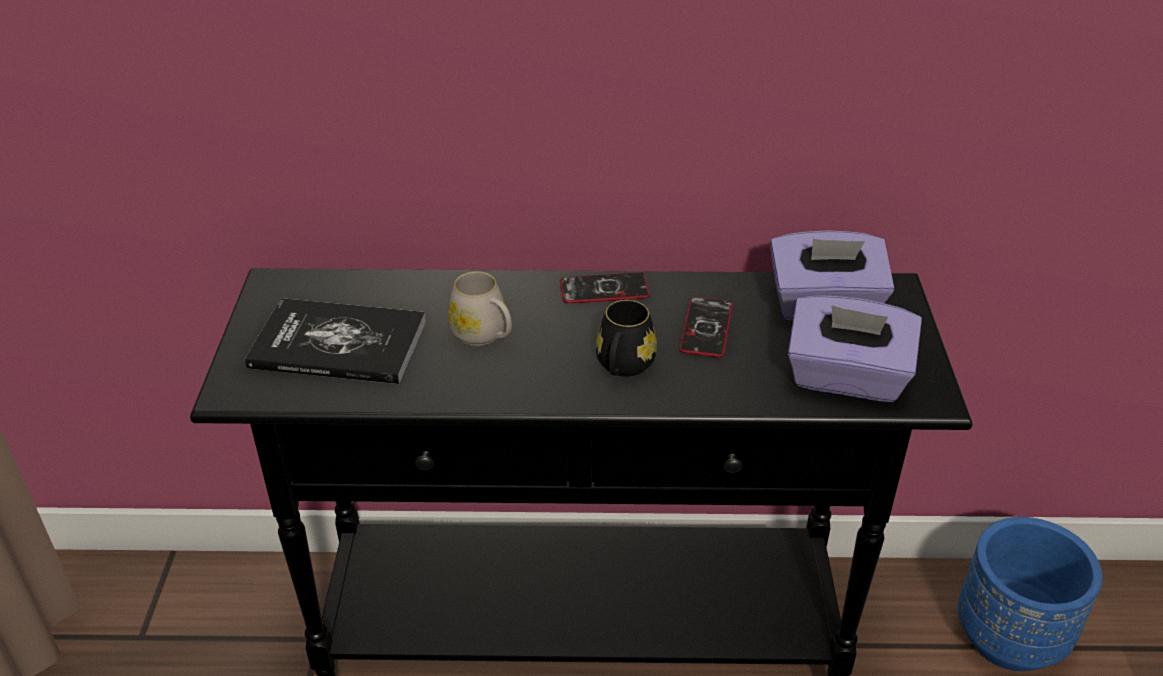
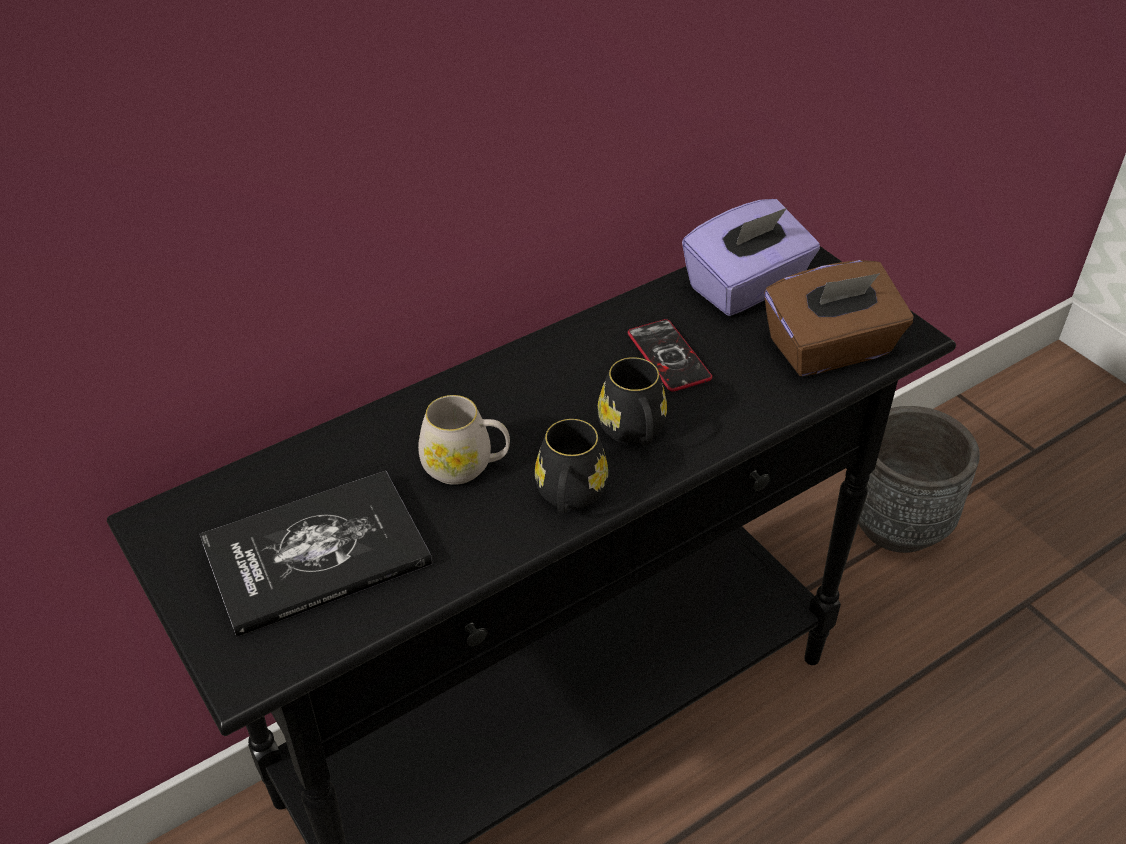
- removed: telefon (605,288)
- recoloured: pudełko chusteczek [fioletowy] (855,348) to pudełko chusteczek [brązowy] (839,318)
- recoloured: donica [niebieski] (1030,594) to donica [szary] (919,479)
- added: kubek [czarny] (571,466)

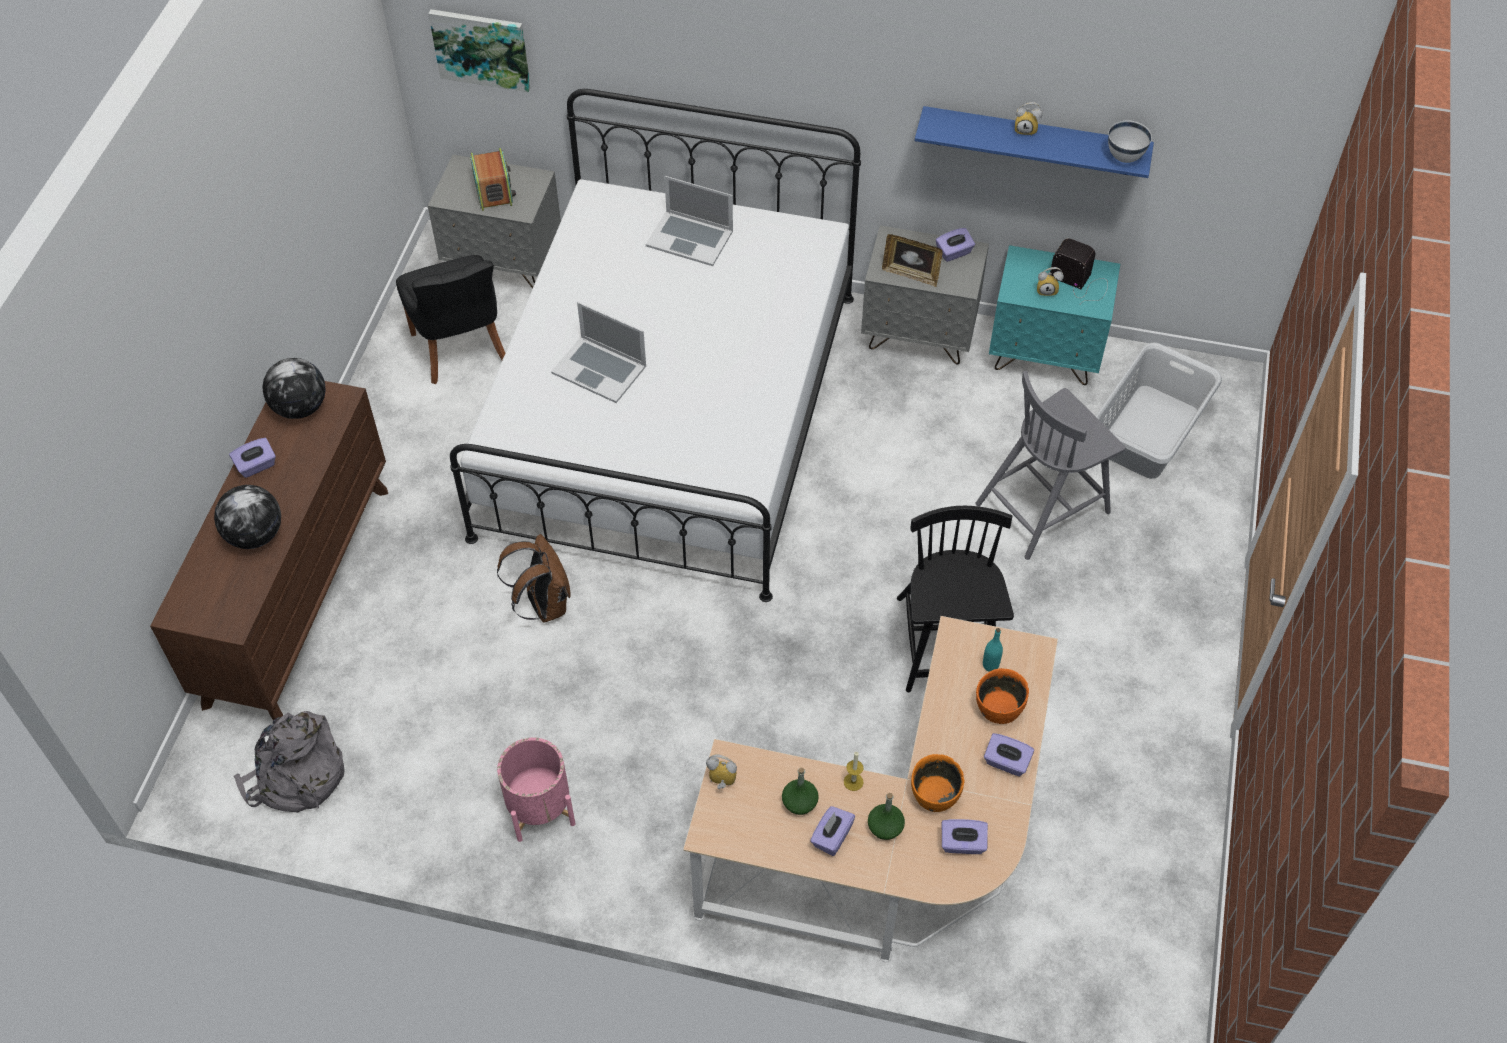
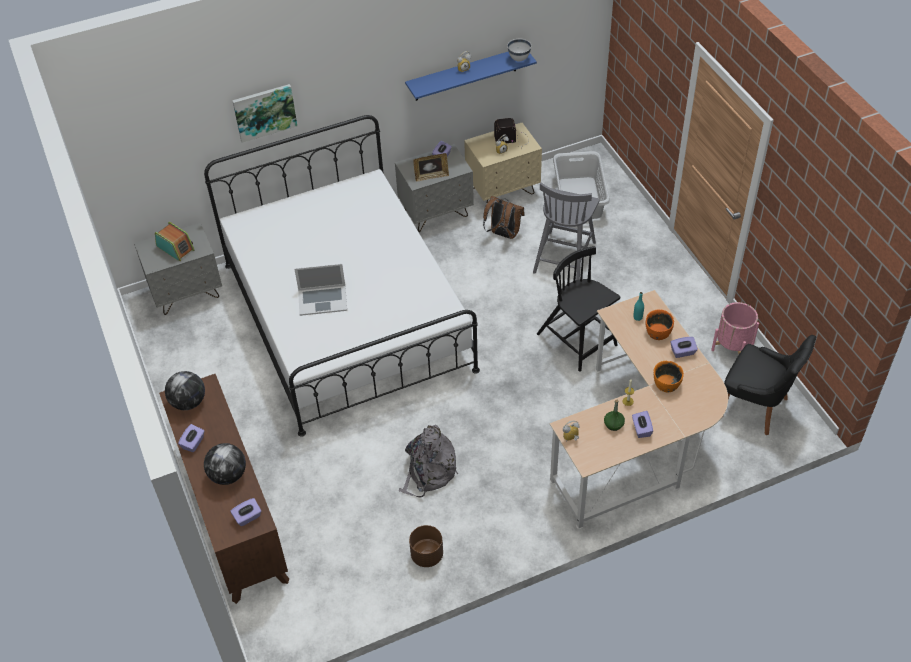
- moved: plecak [szary] (289,762) to (428,461)
- moved: krzesło [czarny] (450,319) to (769,385)
- moved: obraz (479,51) to (264,113)
- moved: plecak [brązowy] (533,578) to (504,217)
- moved: donica [różowy] (536,790) to (735,328)
- removed: laptop (689,221)
- removed: butelka [zielony] (886,816)
- moved: pudełko chusteczek [fioletowy] (965,836) to (246,512)
- recoloured: szafka nocna [turkusowy] (1054,315) to szafka nocna [beżowy] (503,163)
- added: donica [brązowy] (426,546)

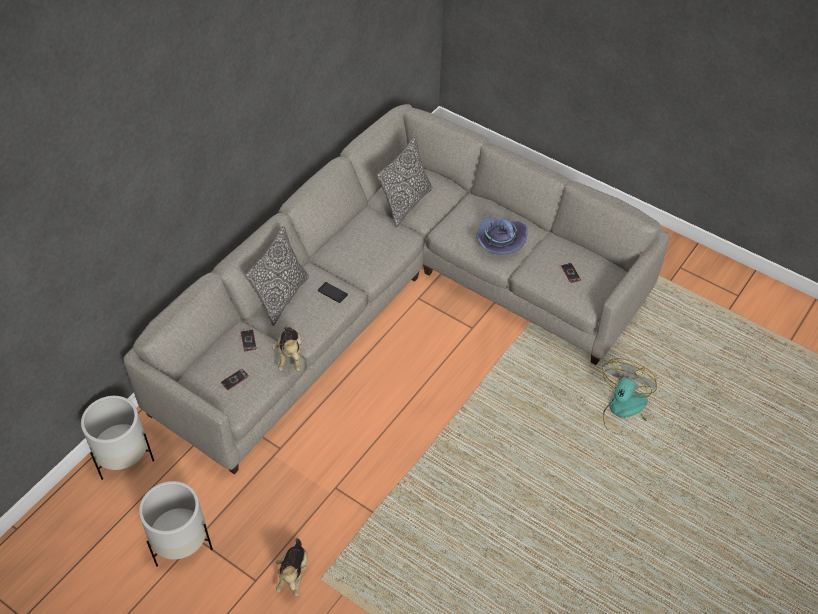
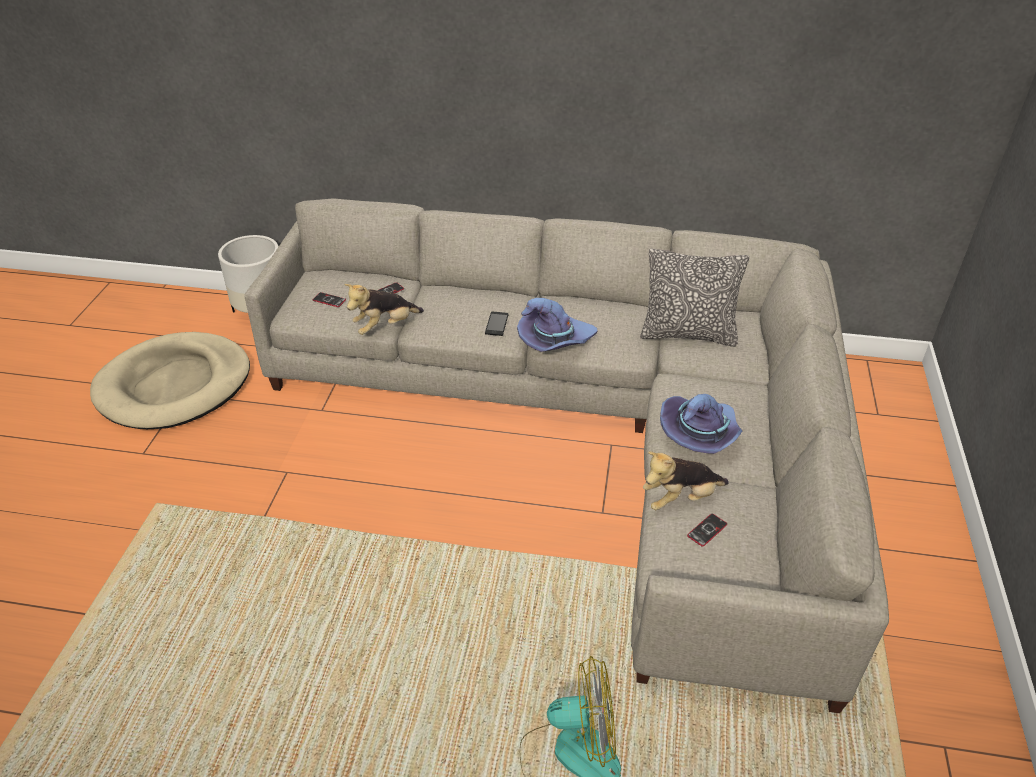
- replaced: donica [biały] (176,524) to legowisko [beżowy] (170,380)
- removed: poduszka (277,276)
- moved: pluszak (292,567) to (686,480)
- added: kapelusz [fioletowy] (557,325)

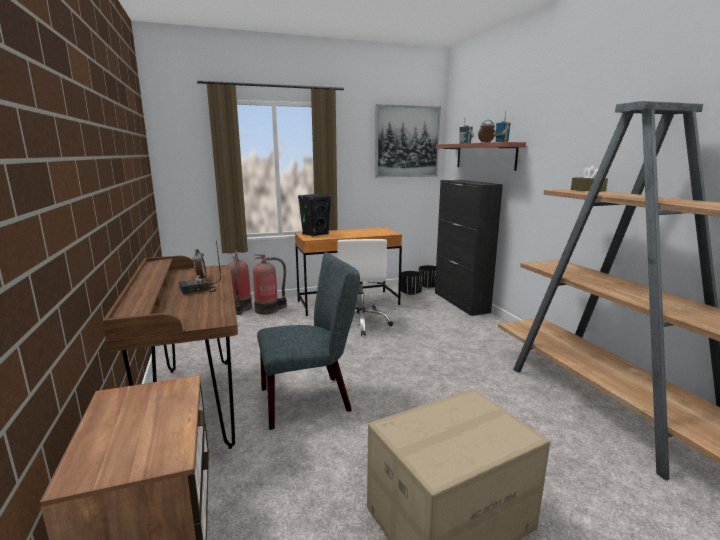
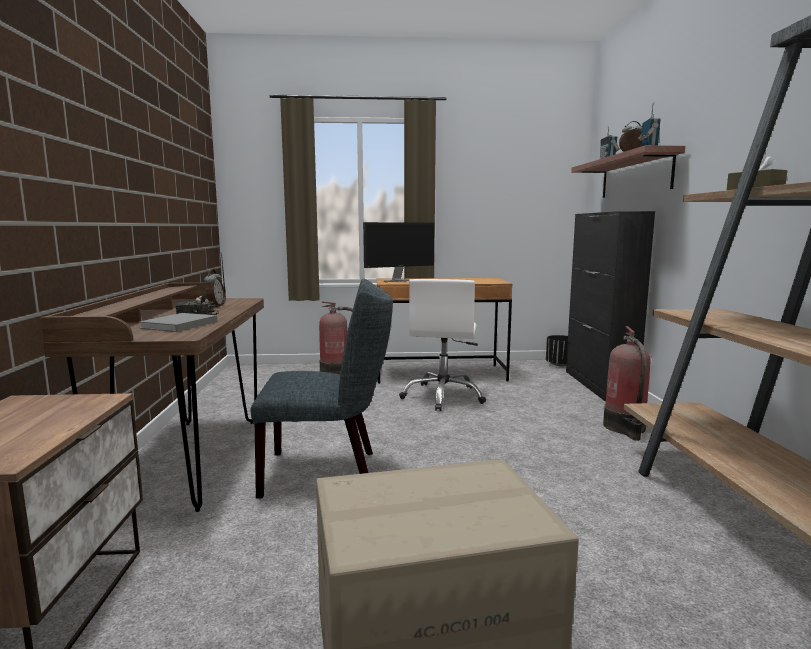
- moved: gaśnica (240,282) to (626,383)
- replaced: głośnik [czarny] (314,215) to monitor (399,252)
- removed: obraz (408,141)
- removed: donica [czarny] (412,283)
- added: książka [szary] (178,322)

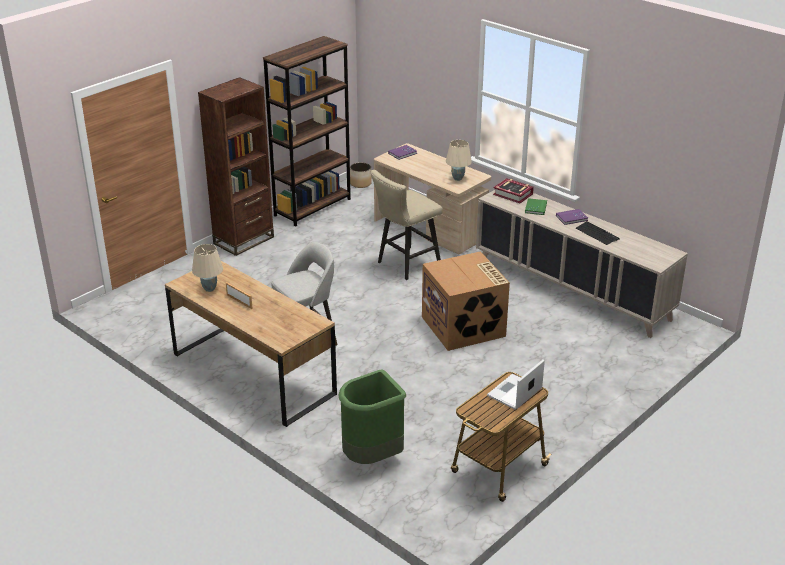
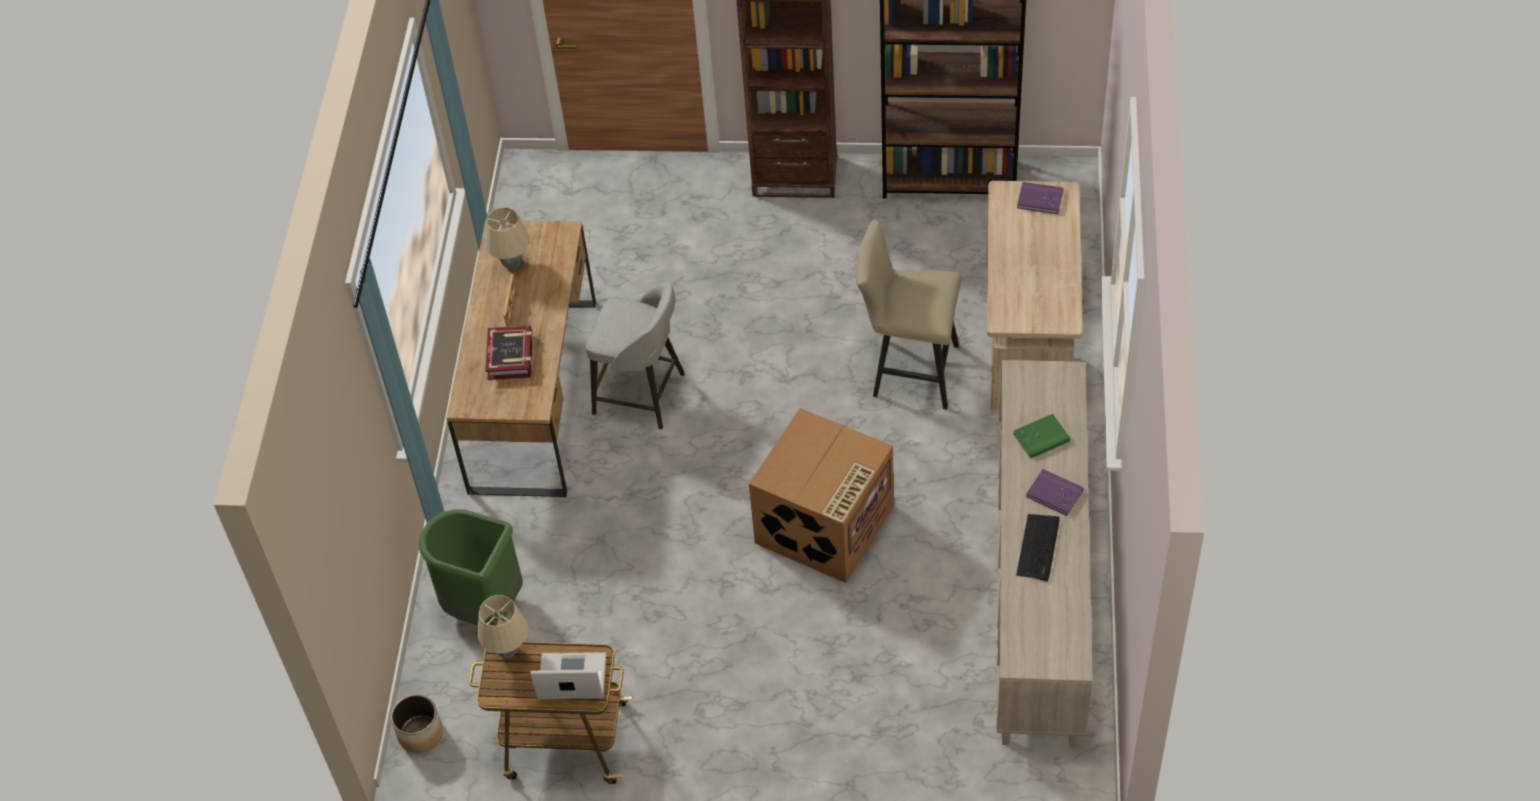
- moved: donica (361,175) to (417,724)
- moved: lampa stołowa [beżowy] (459,160) to (502,626)
- moved: książka (513,190) to (510,352)

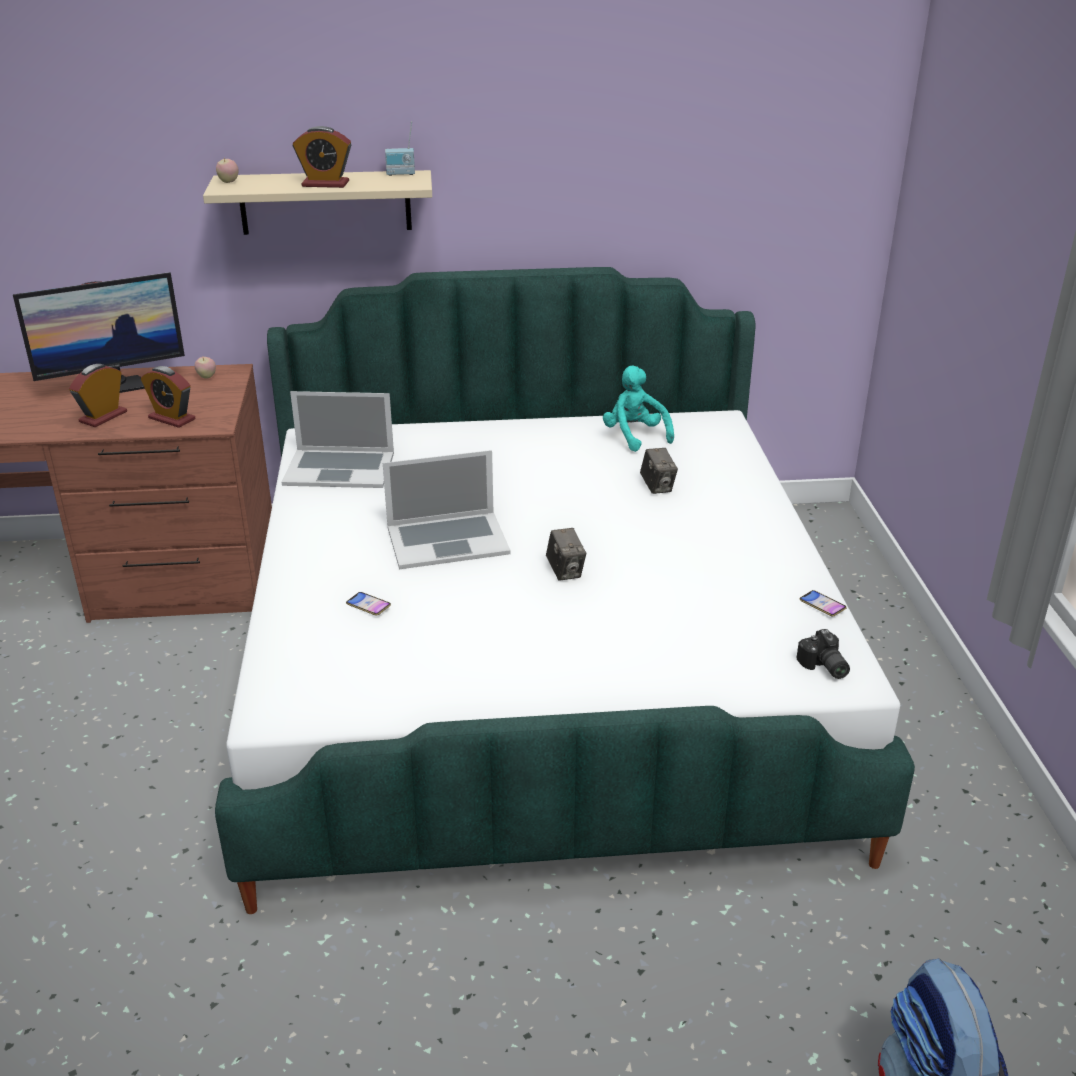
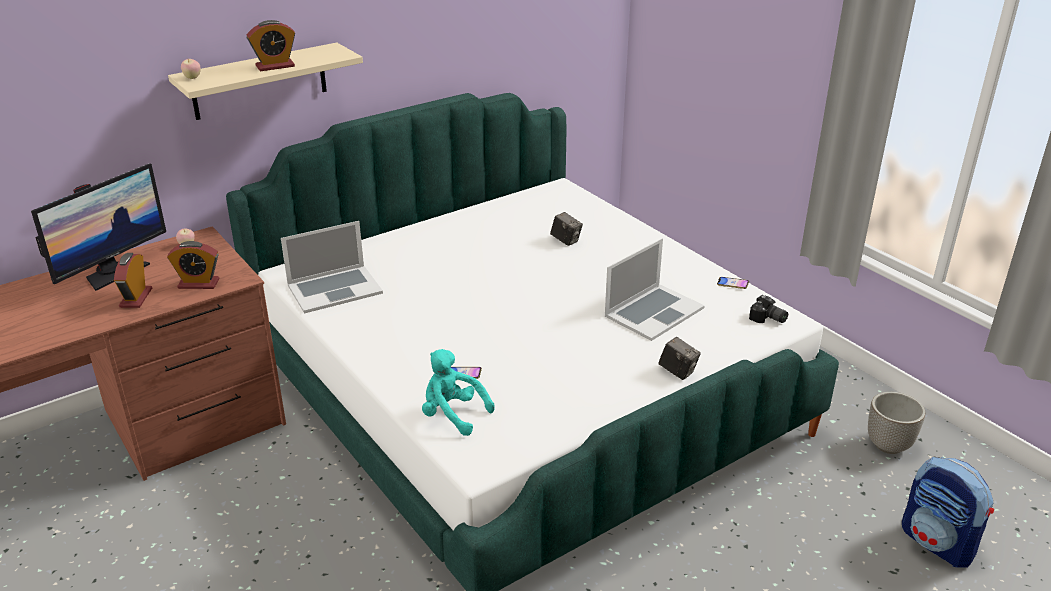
- moved: laptop (447,509) to (655,289)
- removed: radio (400,148)
- moved: aparat fotograficzny (566,554) to (679,358)
- moved: pluszak [turkusowy] (638,408) to (458,392)
- added: donica (896,423)

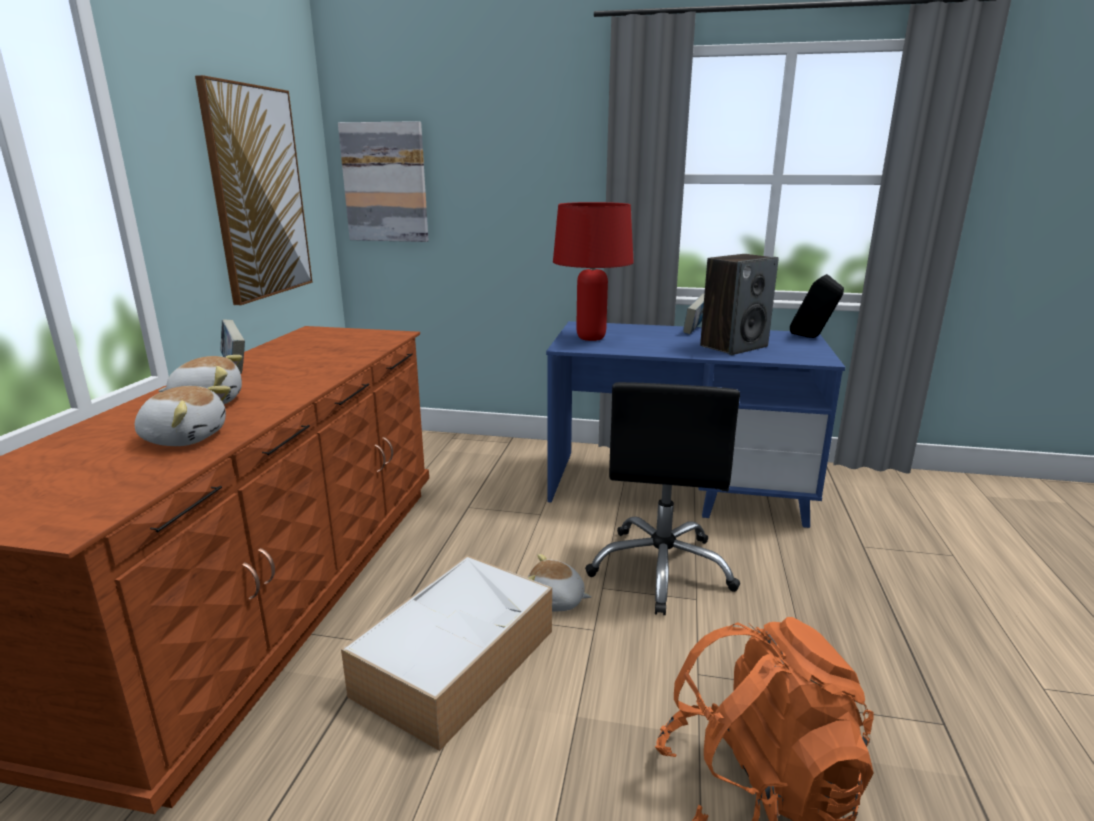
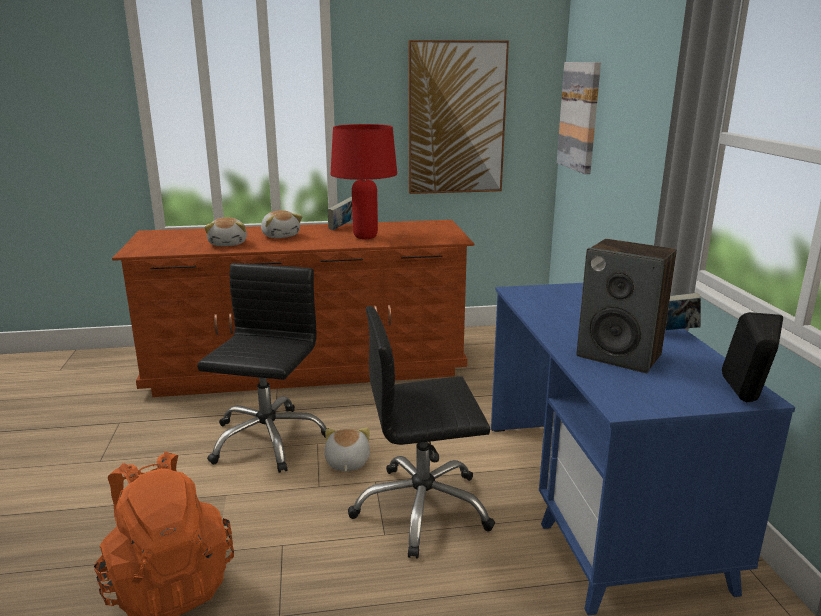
- replaced: pojemnik do przechowywania (446,653) to krzesło biurowe [czarny] (262,368)
- moved: lampa stołowa [czerwony] (593,271) to (364,181)

